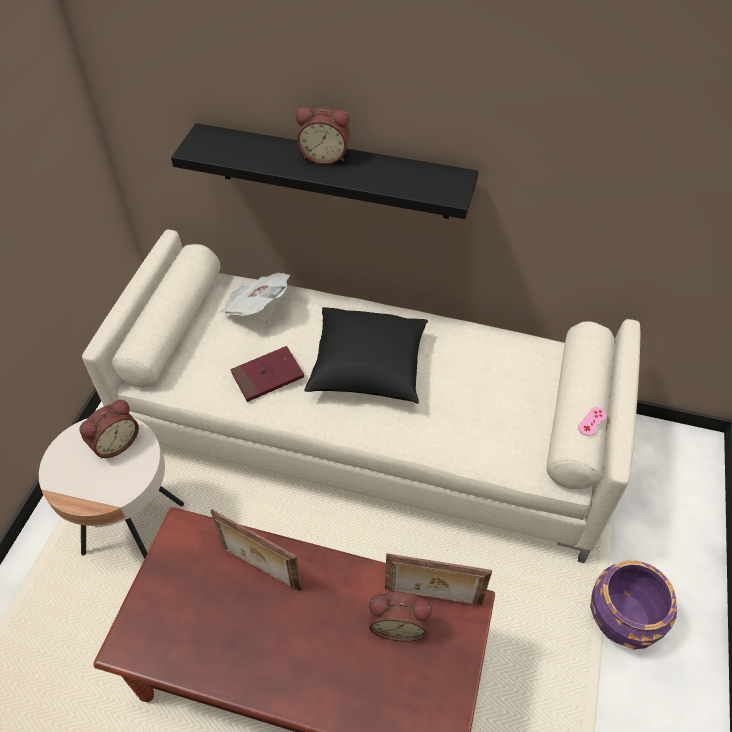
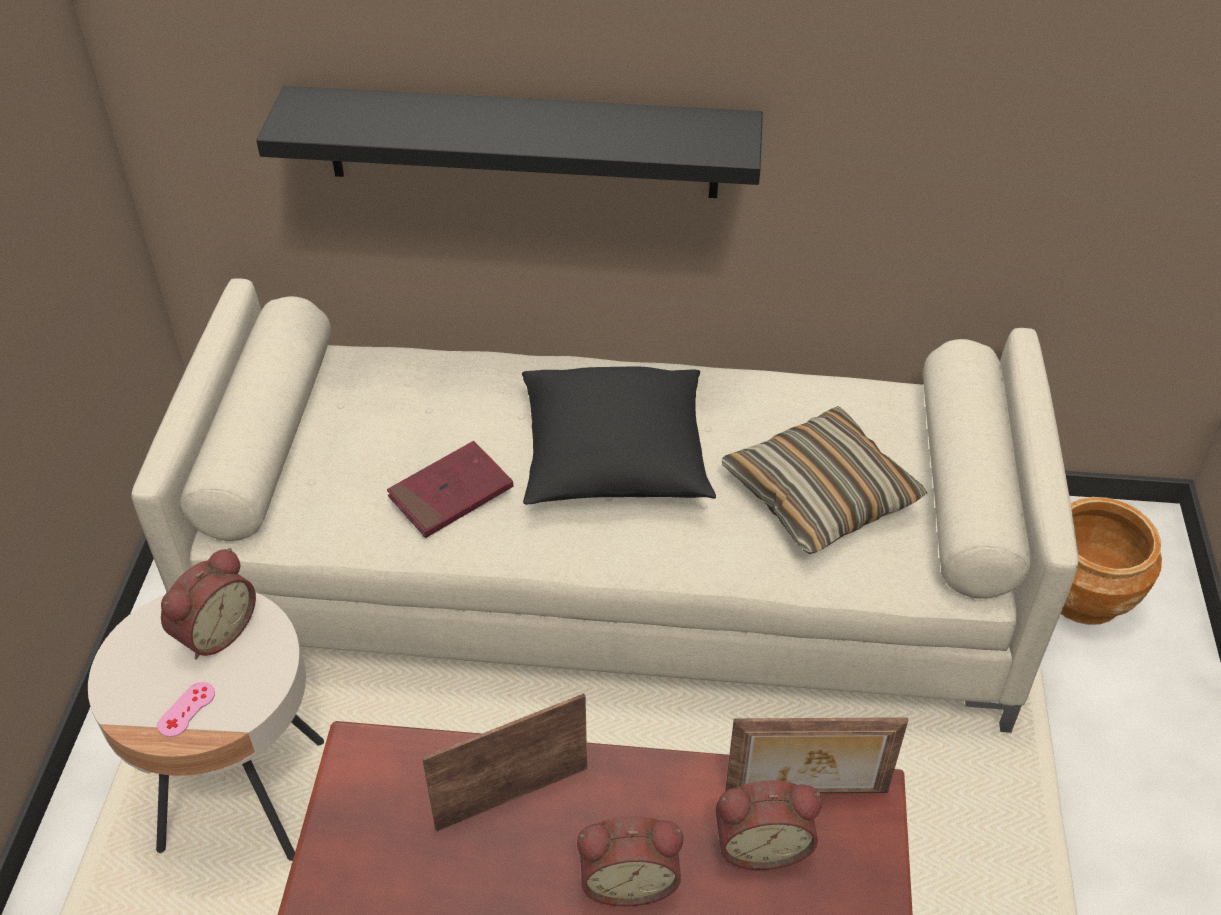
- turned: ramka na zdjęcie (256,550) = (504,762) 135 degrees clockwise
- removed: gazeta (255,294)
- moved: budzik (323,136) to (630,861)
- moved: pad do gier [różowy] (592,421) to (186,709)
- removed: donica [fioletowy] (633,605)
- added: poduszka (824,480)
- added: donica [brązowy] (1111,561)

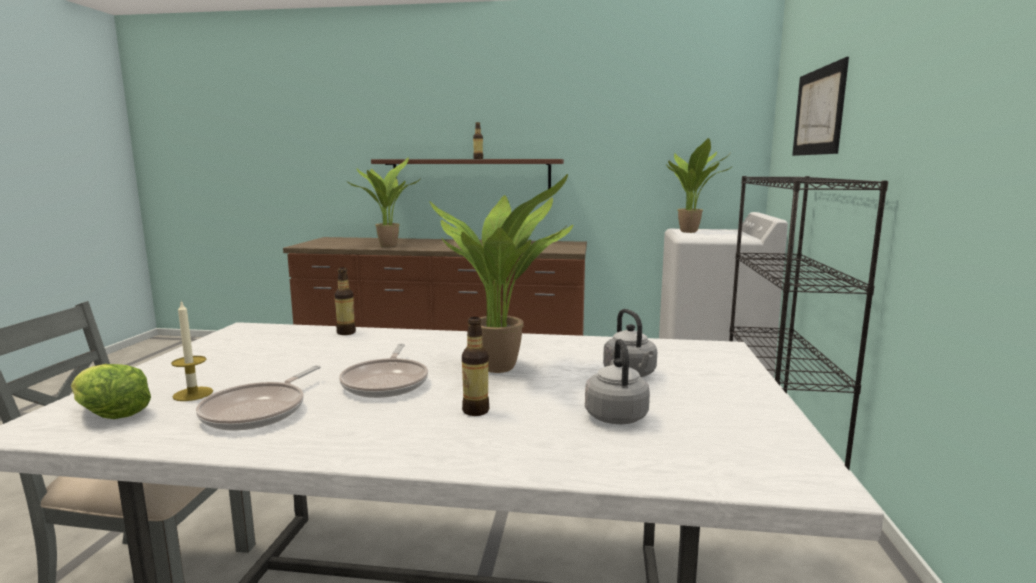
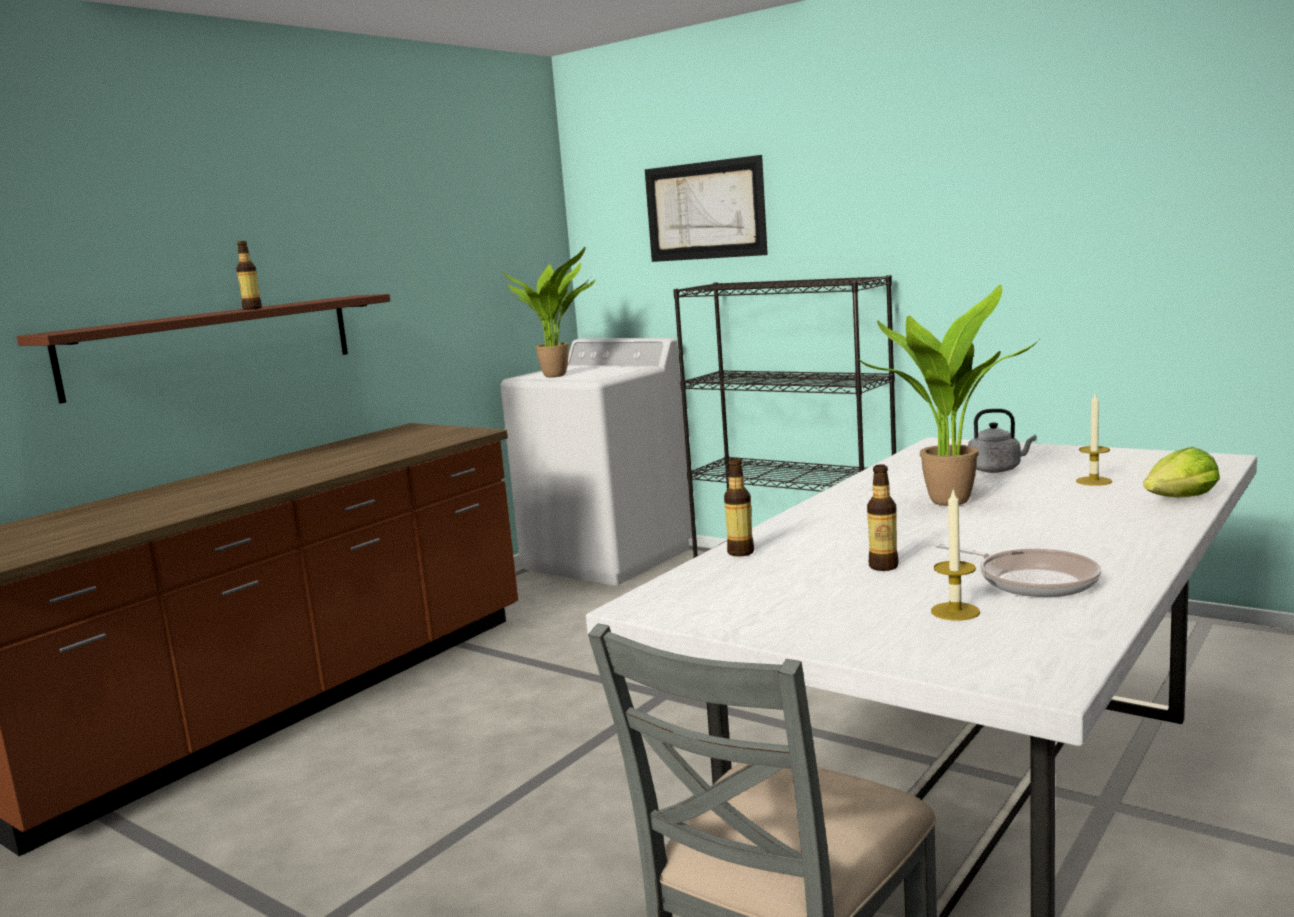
- moved: sałata (111,391) to (1181,472)
- removed: patelnia (383,371)
- removed: roślina doniczkowa (384,202)
- moved: butelka (476,366) to (883,517)
- replaced: czajnik [szary] (617,381) to świeca (1094,440)

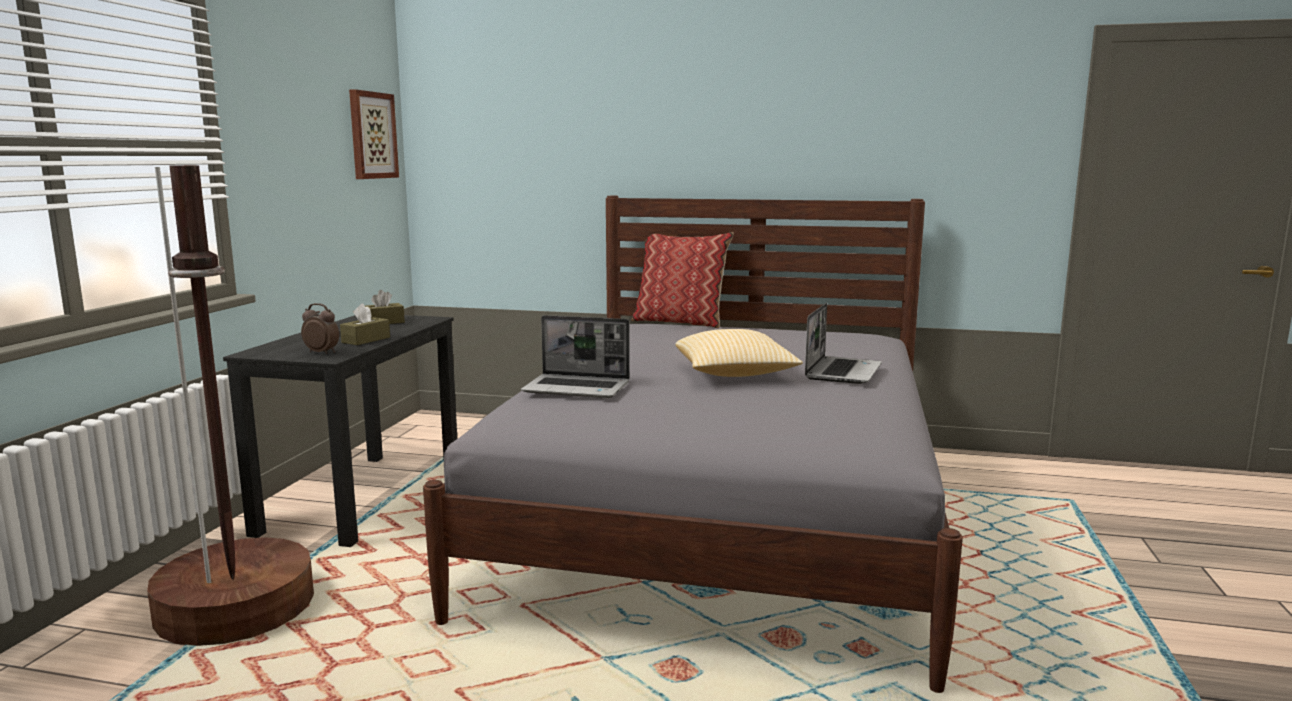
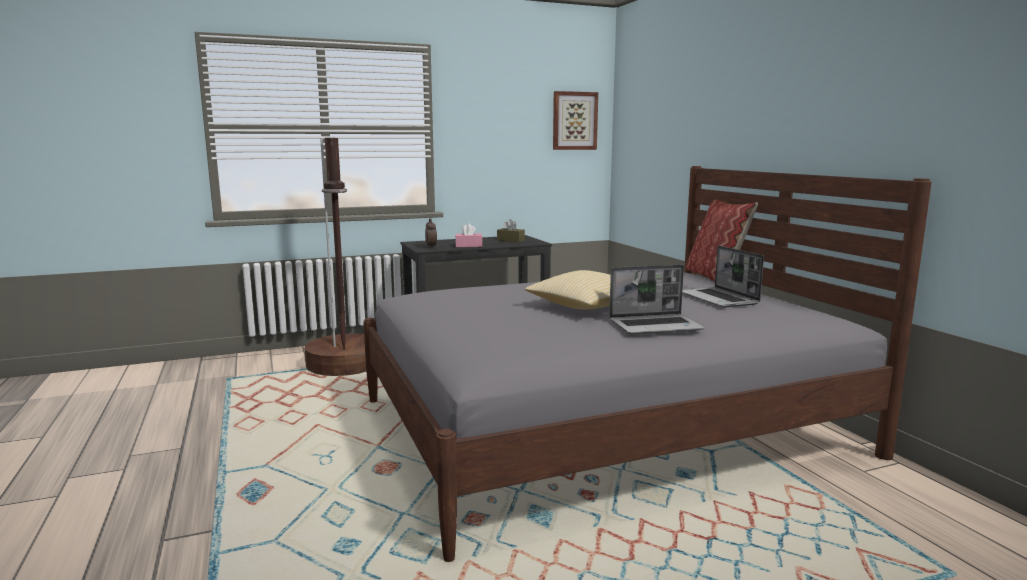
- recoloured: pudełko chusteczek [brązowy] (365,324) to pudełko chusteczek [różowy] (469,235)
- moved: laptop (575,356) to (723,276)

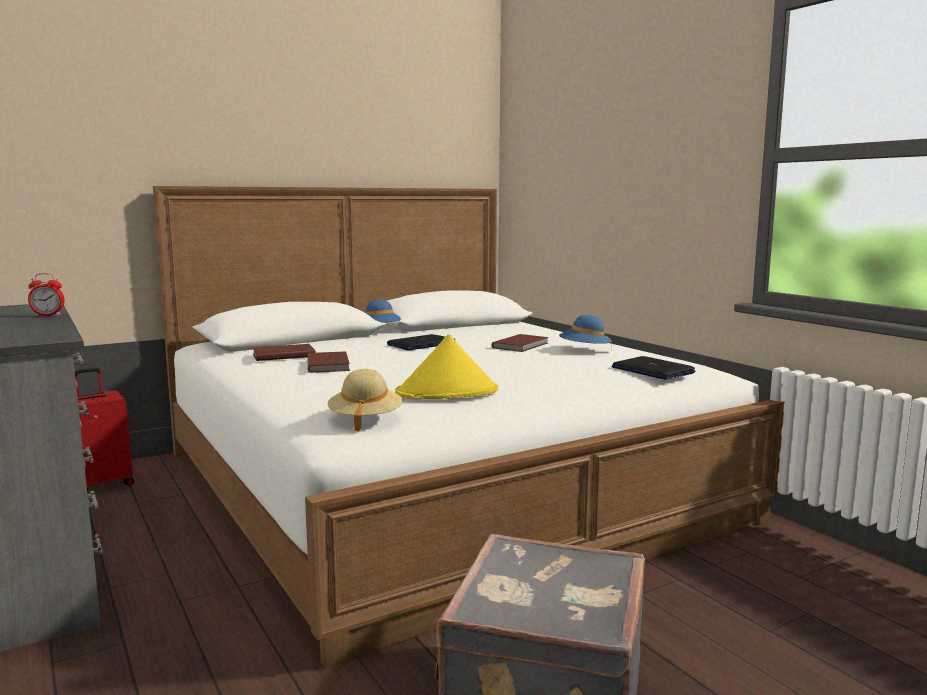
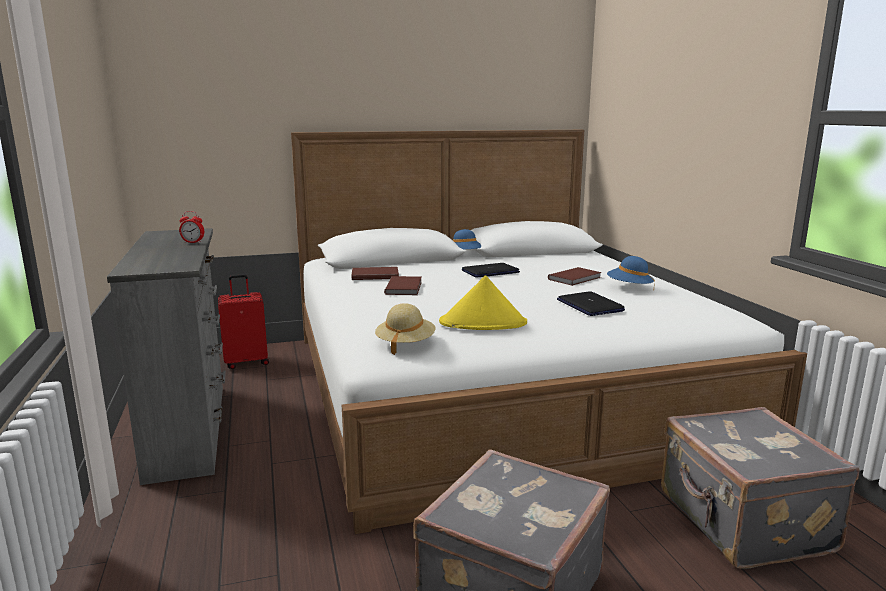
- moved: laptop (653,368) to (591,303)
- added: walizka [szary] (760,488)

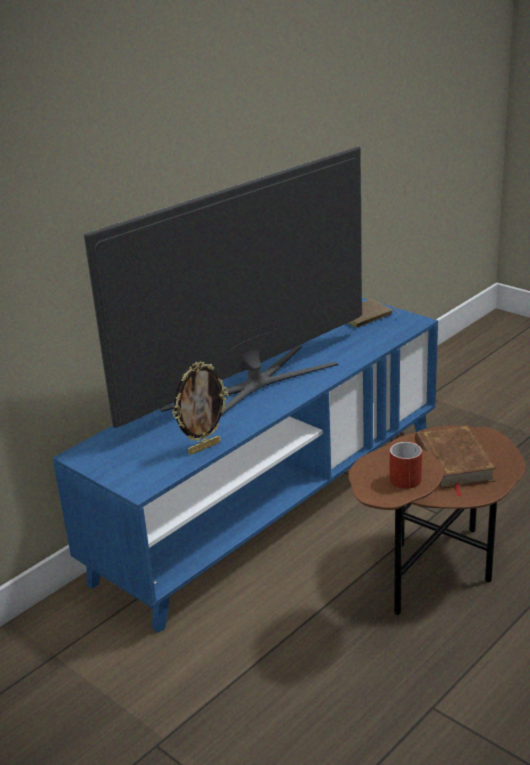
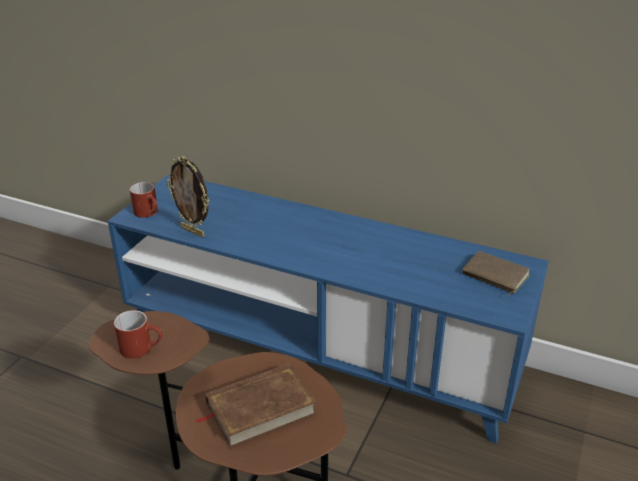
- removed: telewizor (223,287)
- added: kubek [czerwony] (144,200)

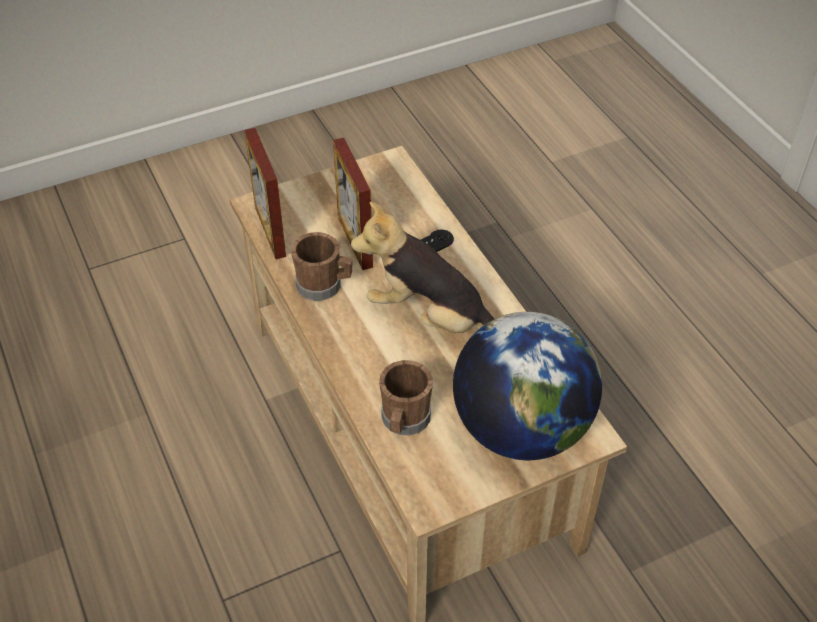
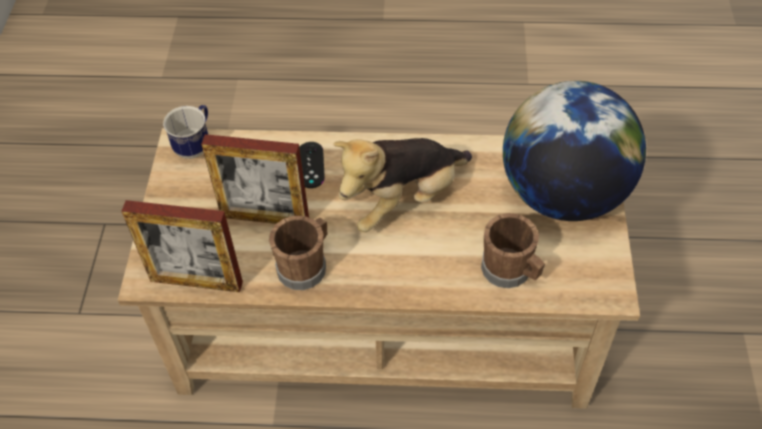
- added: kubek (185,132)

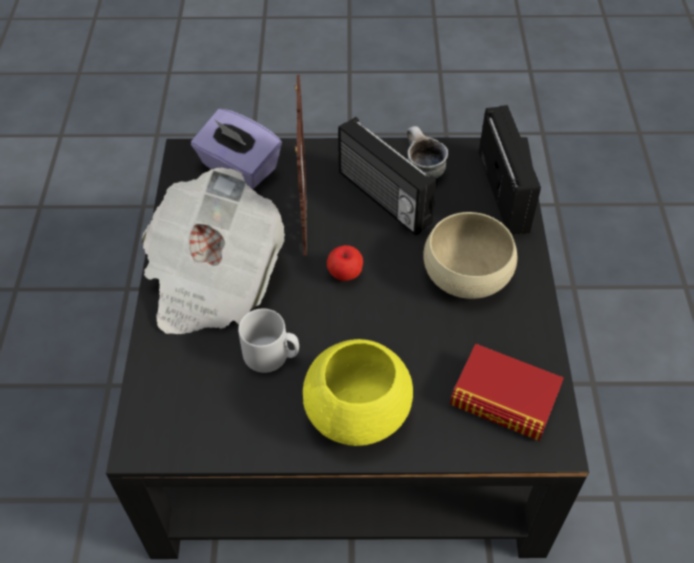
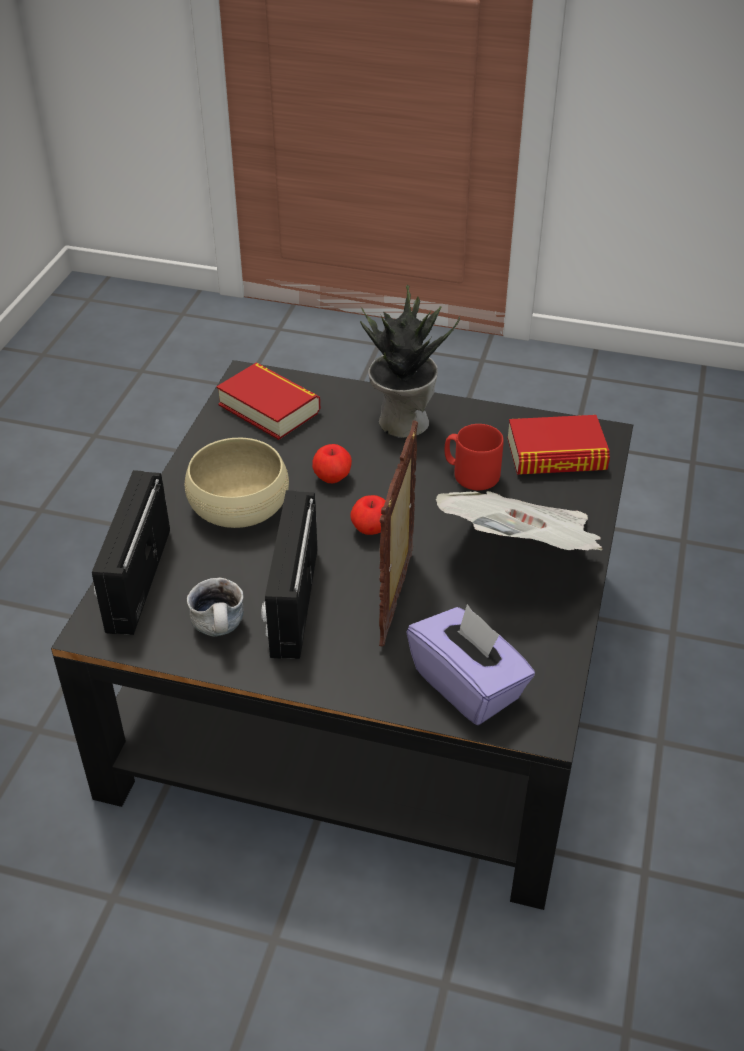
- recoloured: kubek [szary] (268,340) to kubek [czerwony] (474,457)
- replaced: miska [żółty] (358,392) to roślina doniczkowa (410,361)
- turned: radio (387,176) = (289,574) 150 degrees counterclockwise
- added: jabłko (332,463)
- added: książka (558,445)

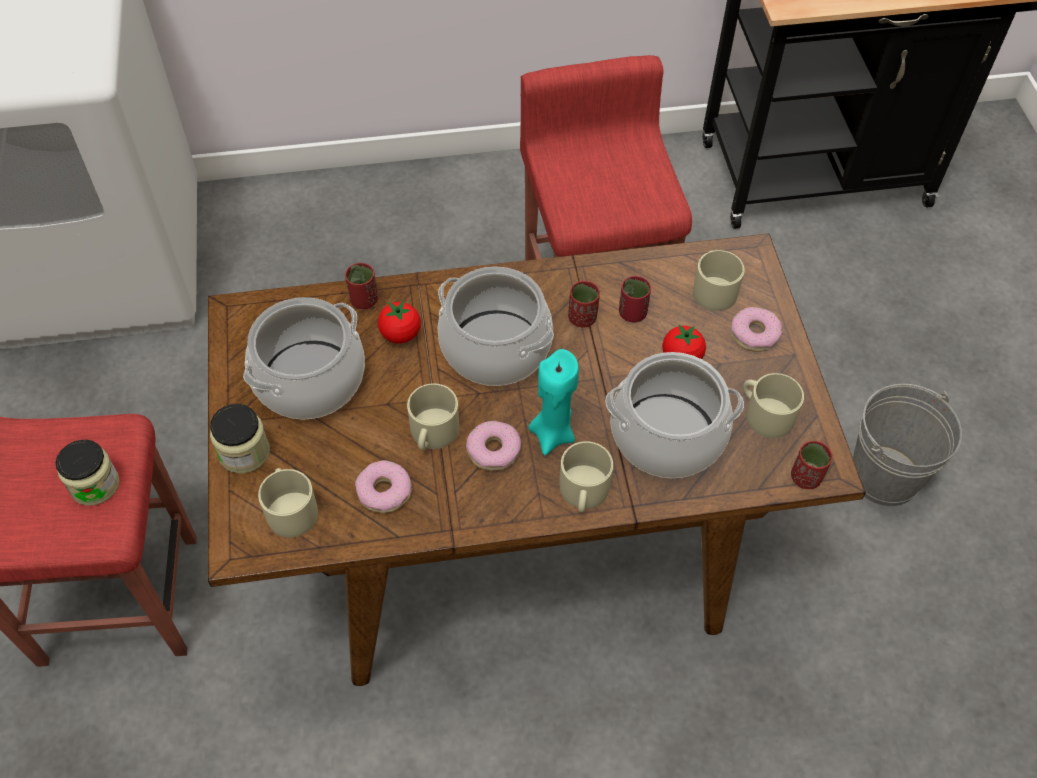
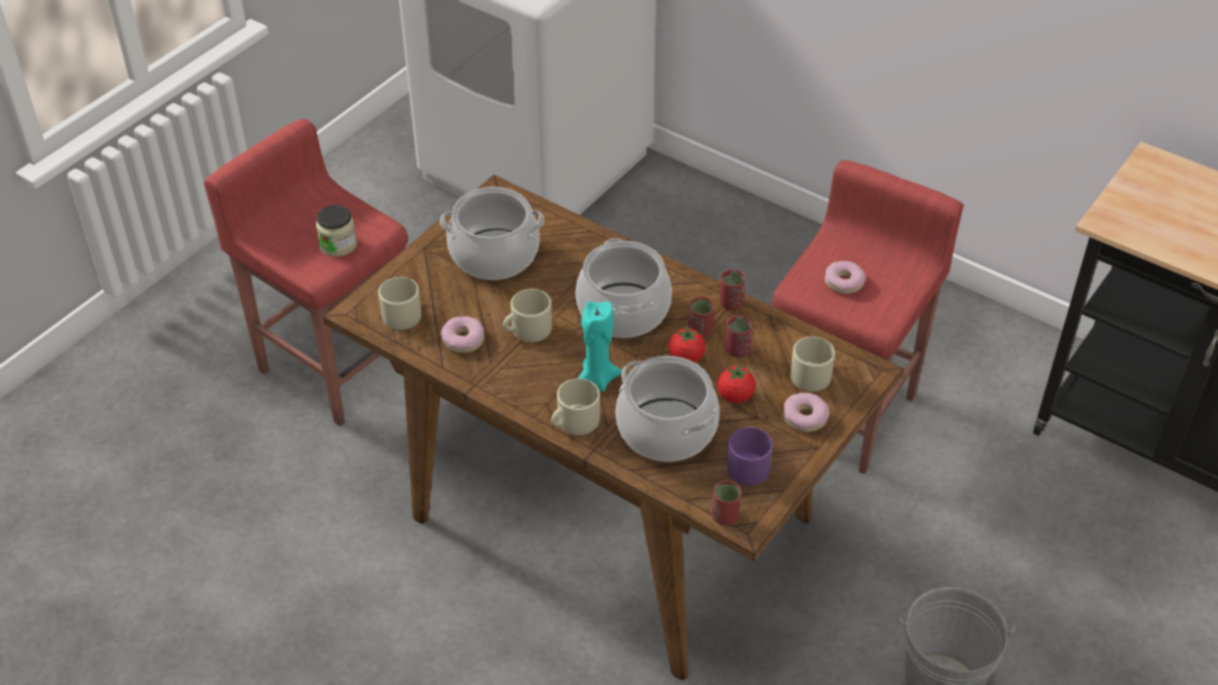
- removed: słoik (240,439)
- moved: filiżanka [czerwony] (361,286) to (732,289)
- moved: pomidor (399,321) to (687,344)
- moved: donut (493,446) to (845,277)
- recoloured: kubek [beżowy] (773,405) to kubek [fioletowy] (750,456)

